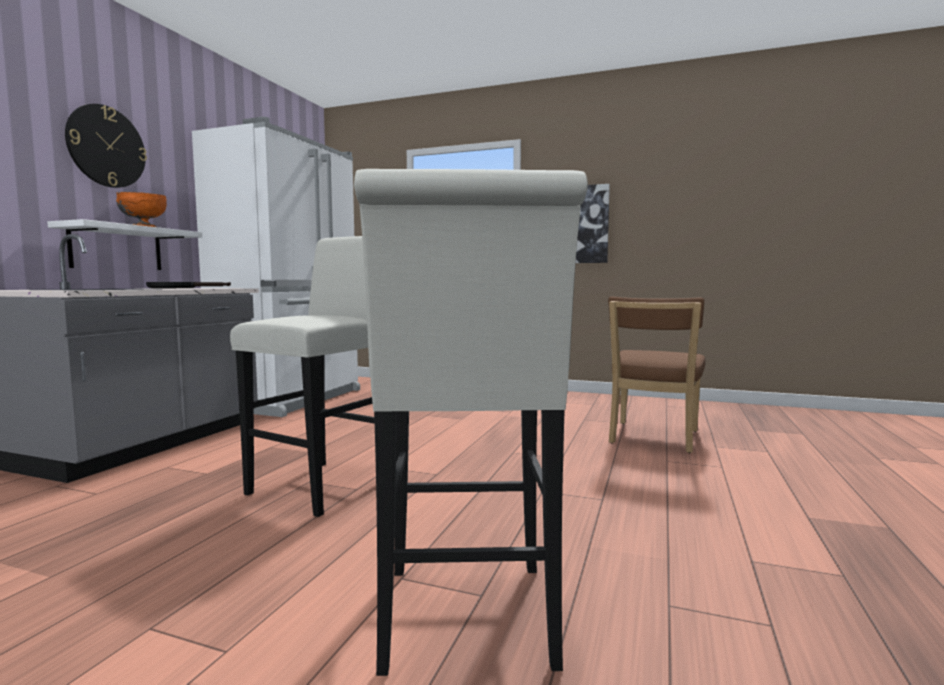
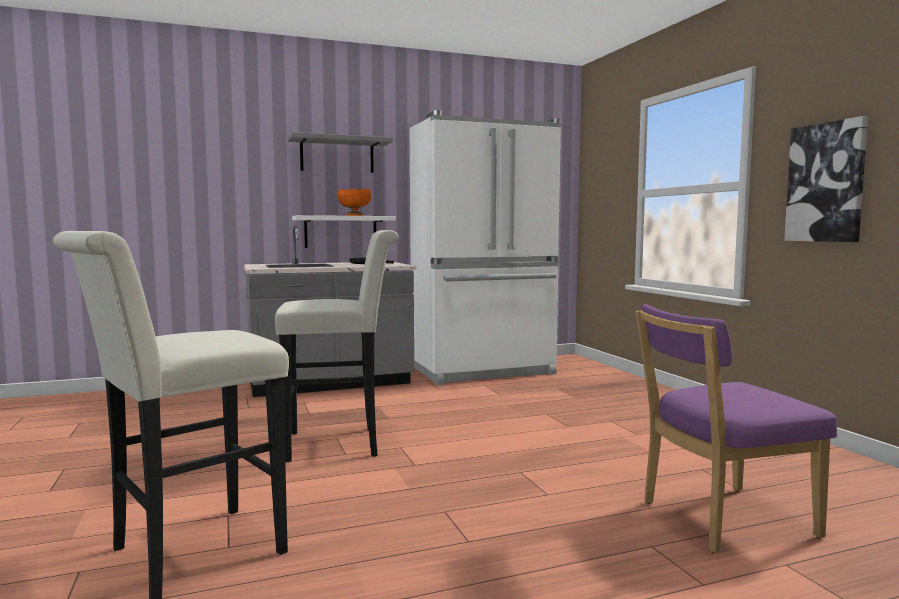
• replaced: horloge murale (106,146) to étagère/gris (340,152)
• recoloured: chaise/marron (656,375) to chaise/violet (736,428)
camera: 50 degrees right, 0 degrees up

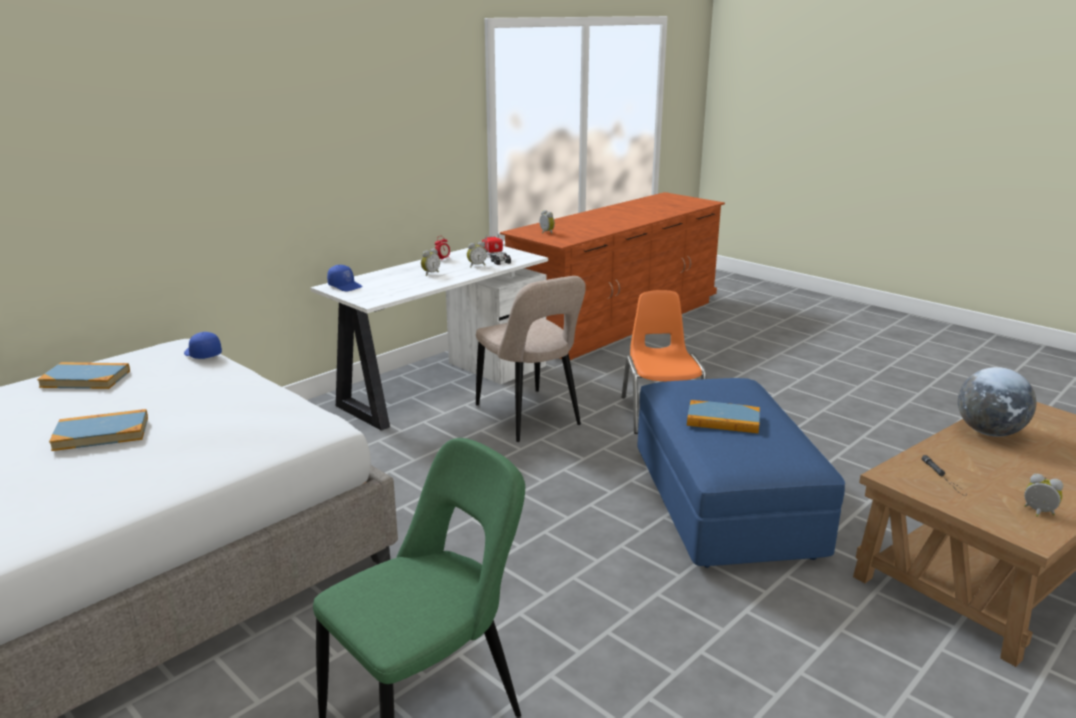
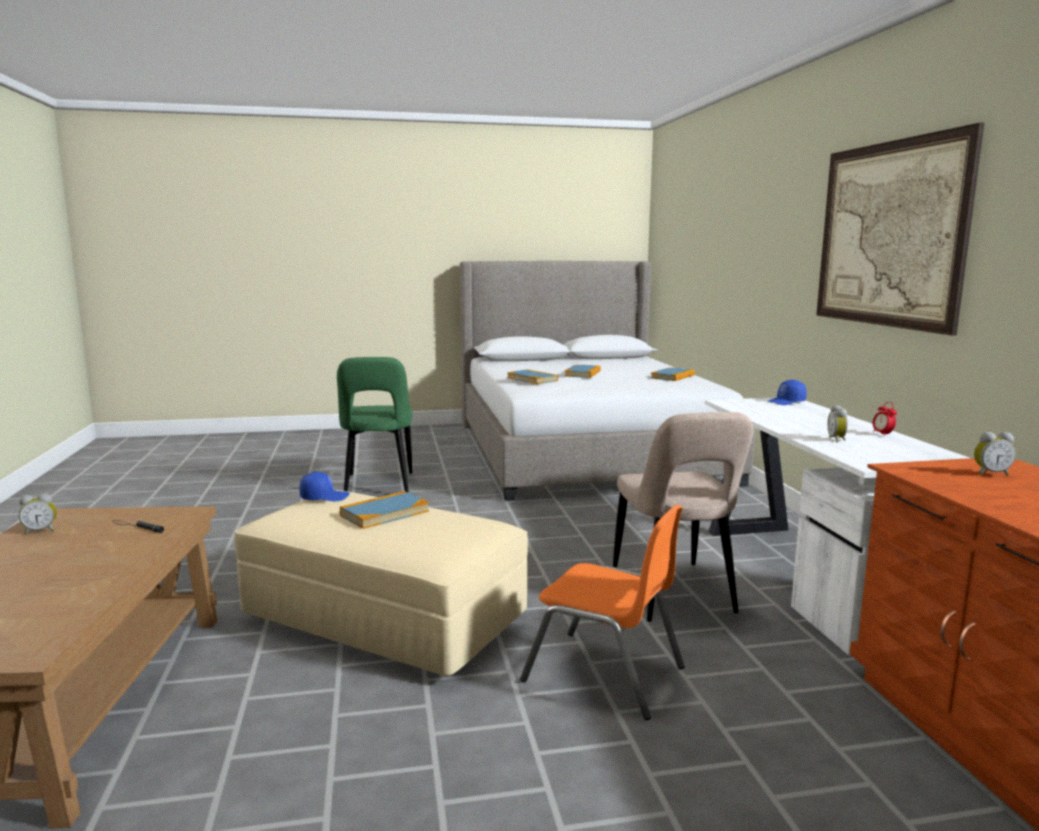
• removed: réveil (430,262)
• removed: camion jouet (496,249)
• removed: globe (997,402)
• added: livre (532,376)
• added: tableau (900,229)
• moved: casquette/bleu (203,345) to (324,486)
• recoloured: pouf/bleu (741,473) to pouf/beige (381,583)
• turned: chaise/beige (531,359) = (683,517) 105 degrees counterclockwise
camera: 125 degrees right, 10 degrees down

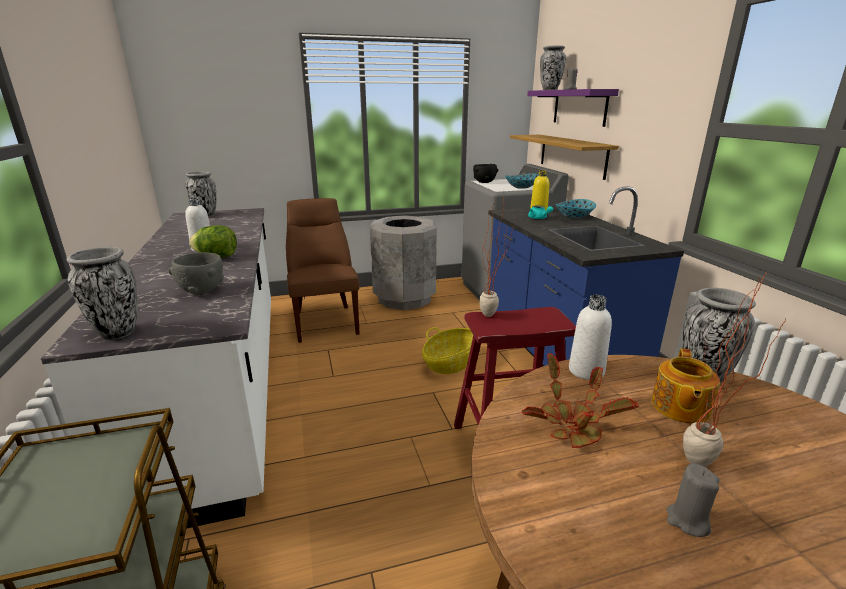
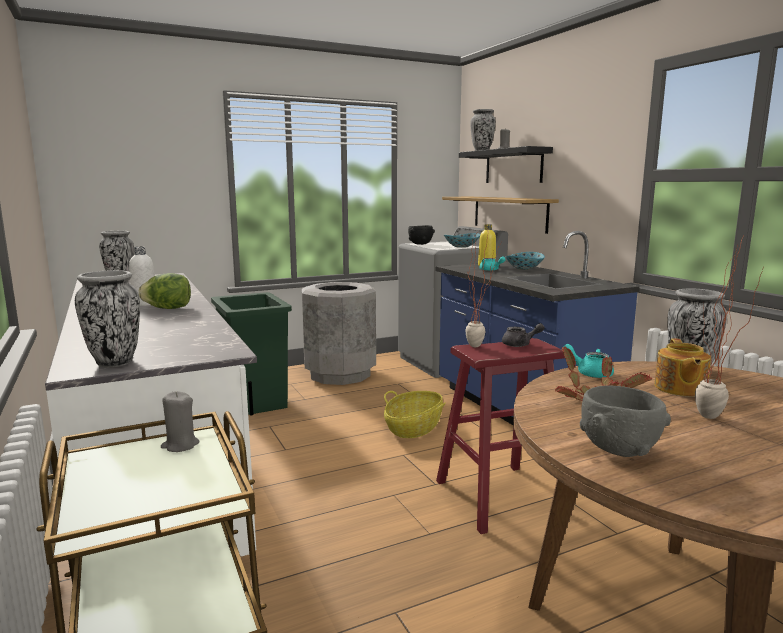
• added: théière/gris (523,335)
• moved: bol/gris (196,273) to (625,421)
• moved: bougie/gris (693,500) to (180,421)
• replaced: chaise/marron (323,270) to poubelle/vert (251,353)
• replaced: bouteille/blanc (590,337) to théière/turquoise (588,361)
• recoloured: étagère/violet (573,108) to étagère/noir (506,164)
camera: 10 degrees left, 10 degrees down

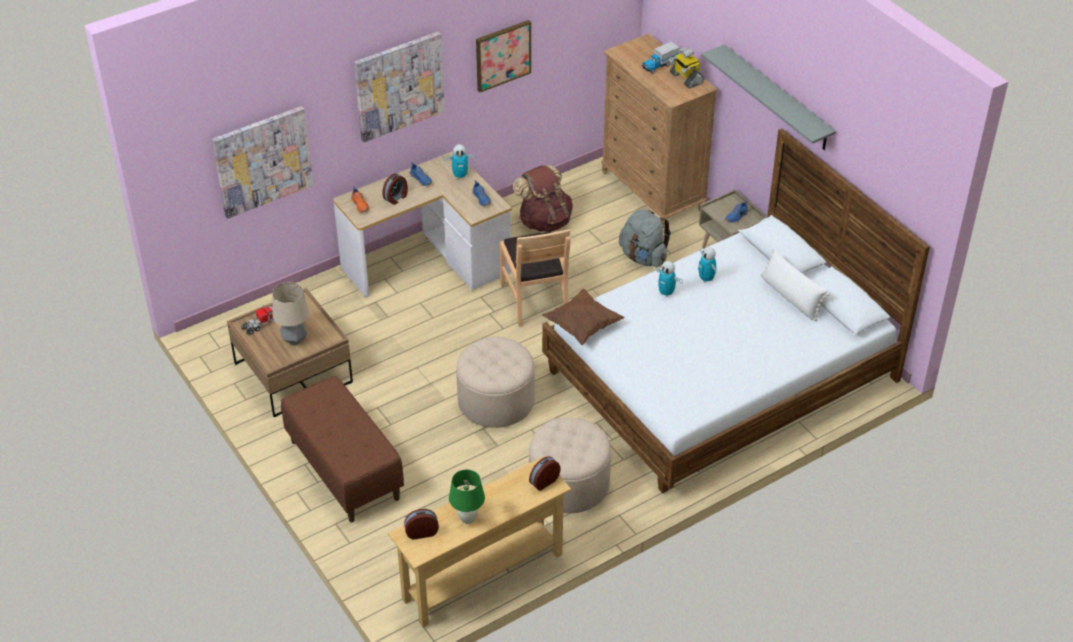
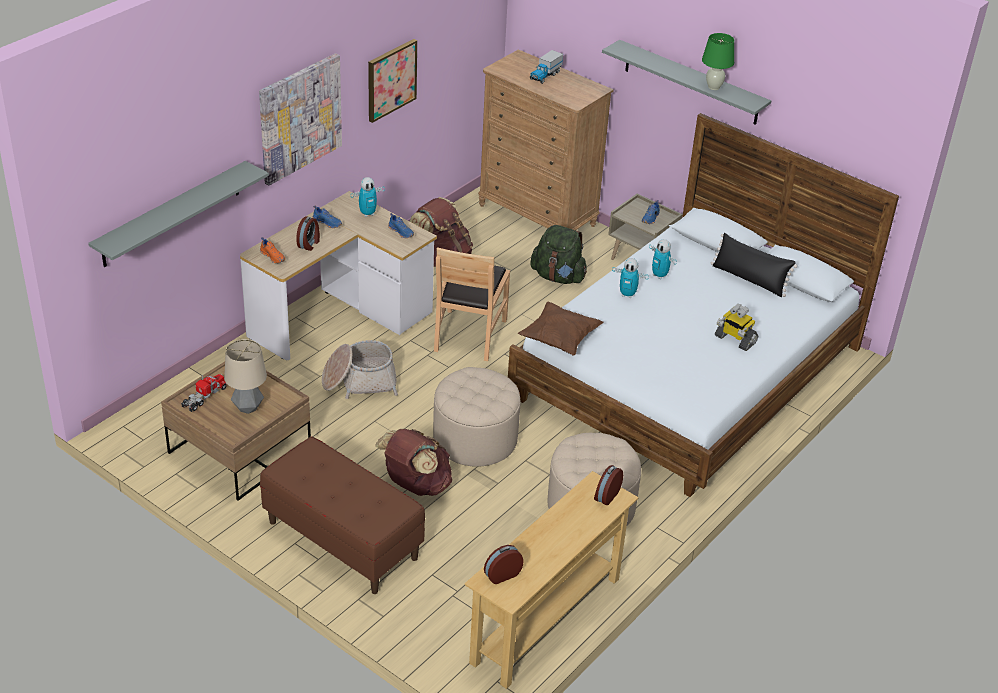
• added: panier (360,369)
• added: sac à dos/marron (413,462)
• moved: lampe de table/vert (467,496) to (718,61)
• moved: robot jouet (686,67) to (736,327)
• replaced: tableau (262,162) to étagère/gris (178,214)
• recoloured: sac à dos/gris (645,238) to sac à dos/vert (558,254)
• recoloured: coussin/blanc (795,285) to coussin/noir (754,265)
• turned: chaise/marron (535,278) = (472,304) 45 degrees clockwise
camera: 20 degrees left, 5 degrees down

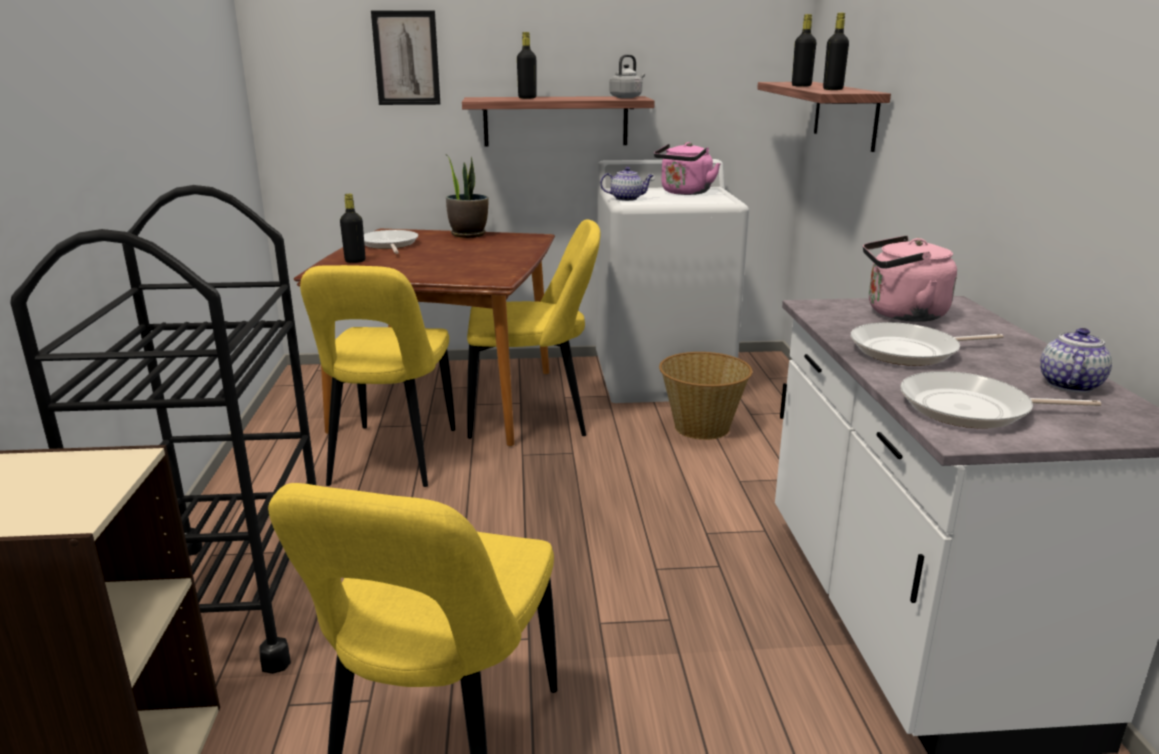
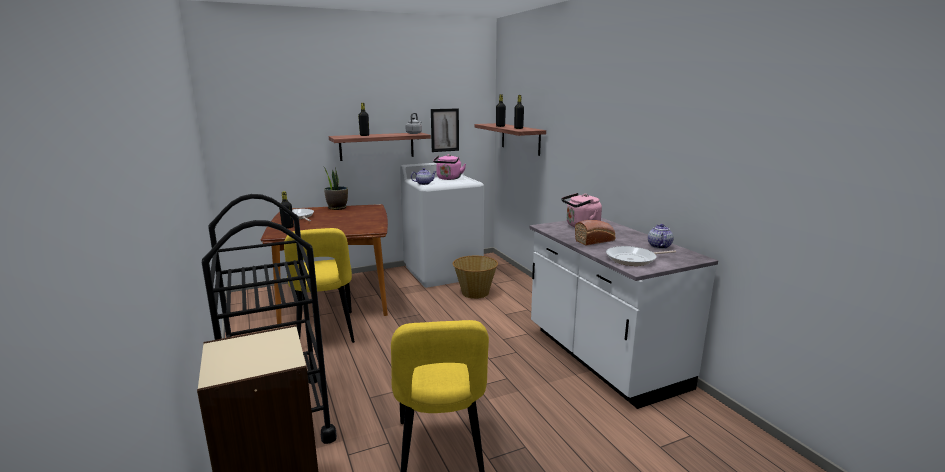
• removed: chaise/jaune (534,329)
• moved: tableau (405,57) to (445,130)
• replaced: poêle (927,344) to pain (595,233)
camera: 20 degrees left, 5 degrees down

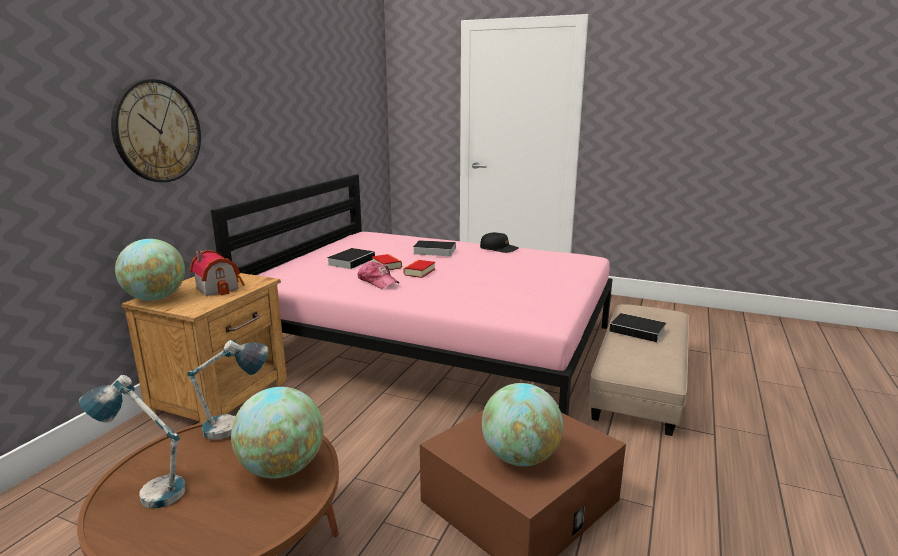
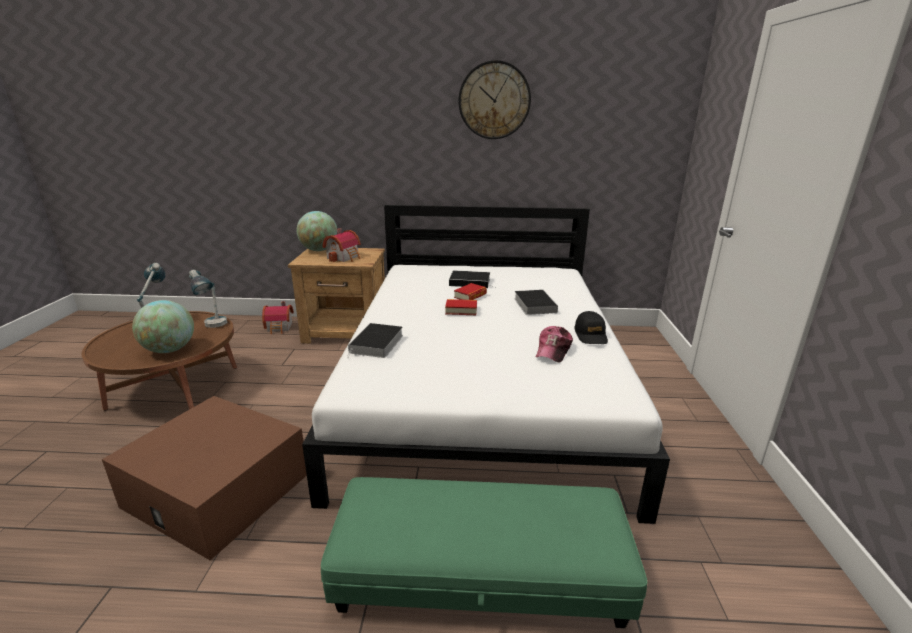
• removed: globe (522,424)
• added: maison miniature (278,317)
• moved: horloge murale (156,130) to (495,99)
• moved: casquette (378,275) to (554,344)
• moved: livre (638,328) to (375,340)
• recoloured: lit/rose (411,294) to lit/blanc (486,364)
• recoloured: pouf/beige (639,370) to pouf/vert (484,552)
camera: 70 degrees right, 5 degrees up

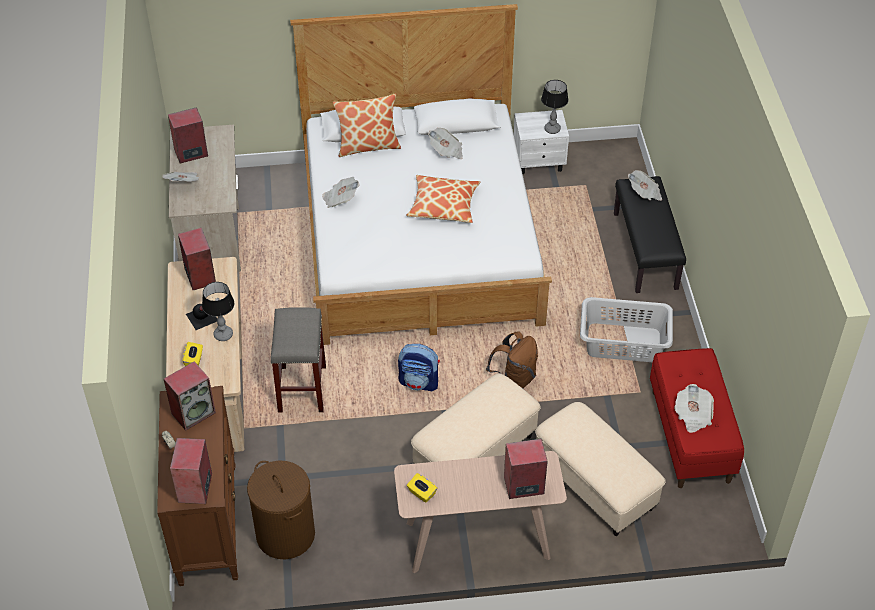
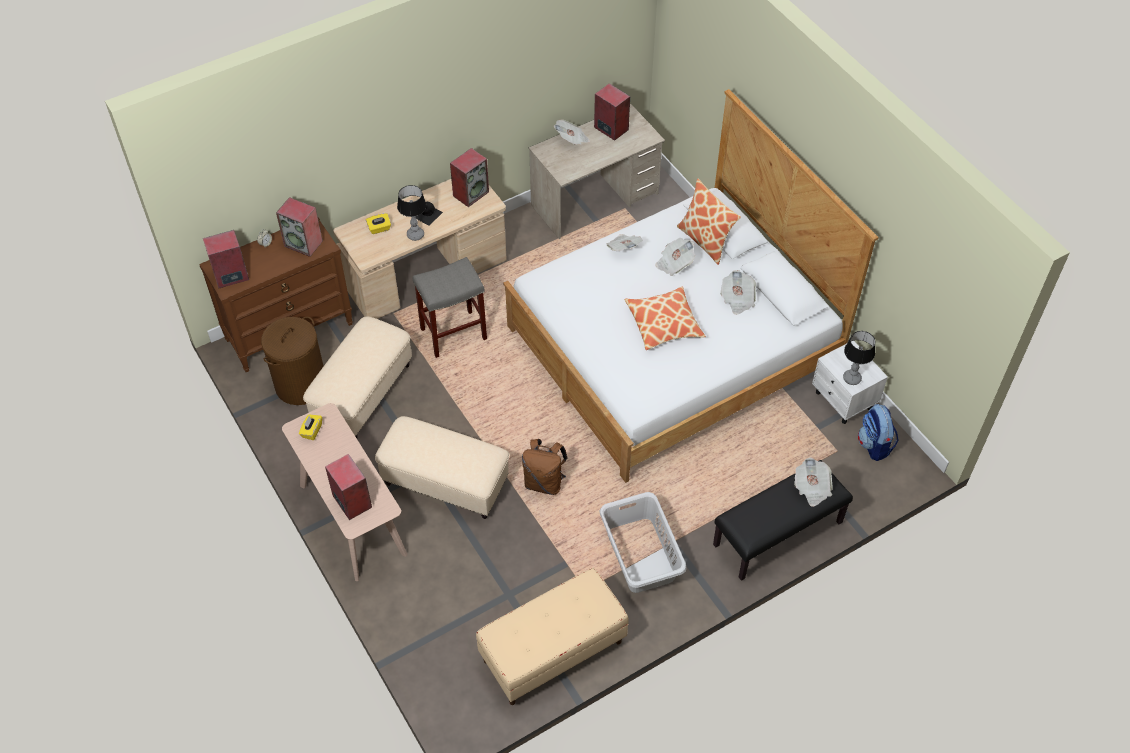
• moved: sac à dos (419,367) to (878,432)
• moved: pouf/beige (600,469) to (357,377)
• moved: journal (694,408) to (675,257)
• recoloured: banc/rouge (697,418) to banc/beige (552,636)
camera: 65 degrees right, 5 degrees up

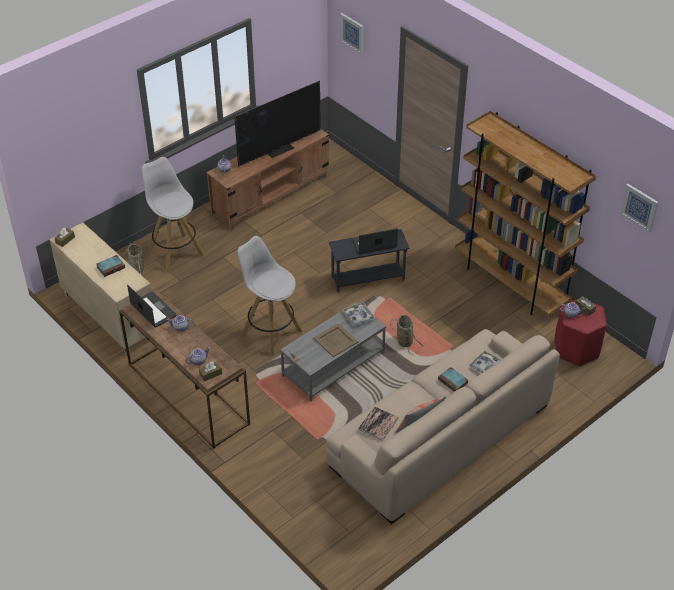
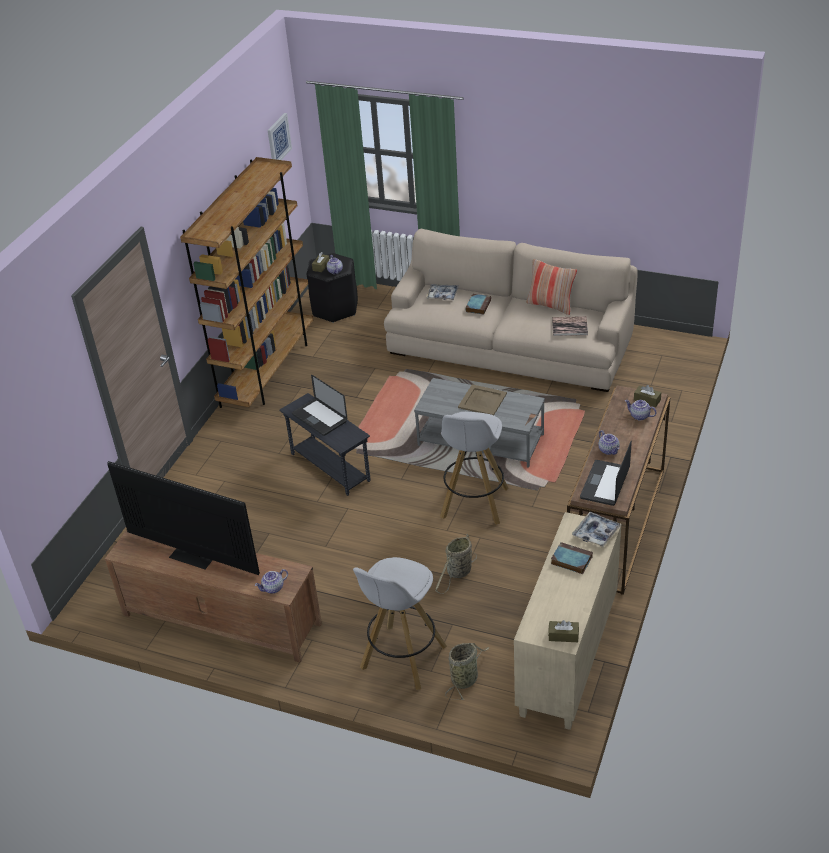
• removed: tableau (352,34)
• moved: plateau (359,314) to (596,530)
• moved: panier (406,334) to (456,564)
• recoloured: tabouret/rouge (581,333) to tabouret/noir (332,288)
camera: 115 degrees left, 5 degrees down

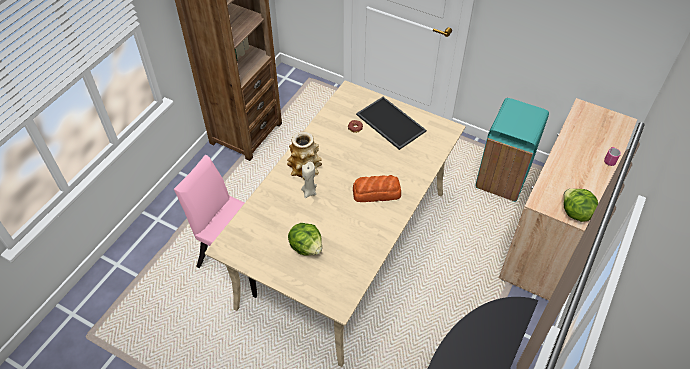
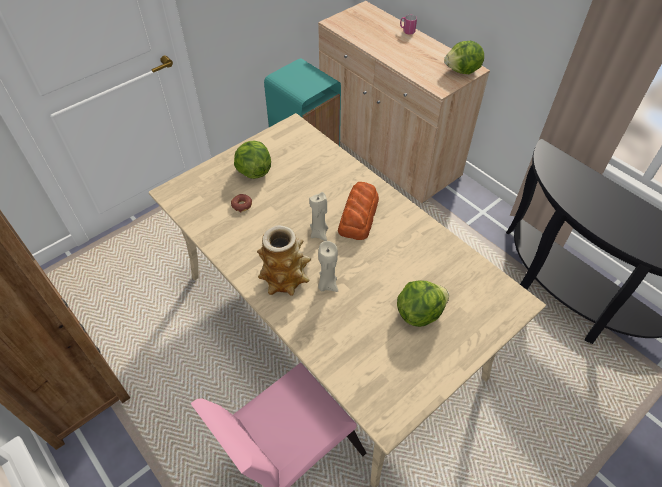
• added: bougie/beige (318,216)
• replaced: plateau (391,123) to laitue (252,160)
camera: 70 degrees left, 0 degrees up

